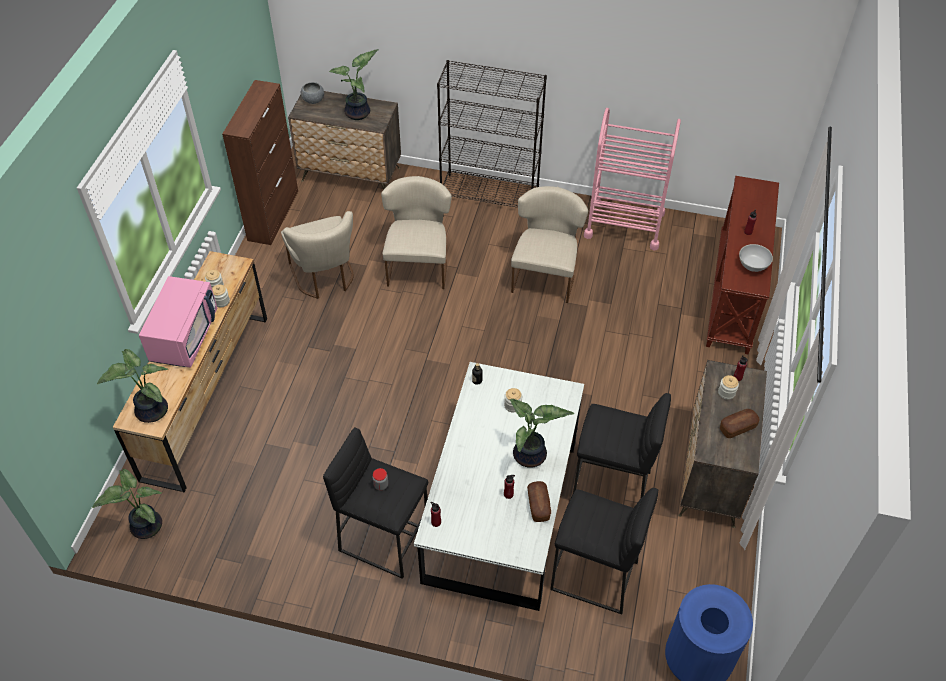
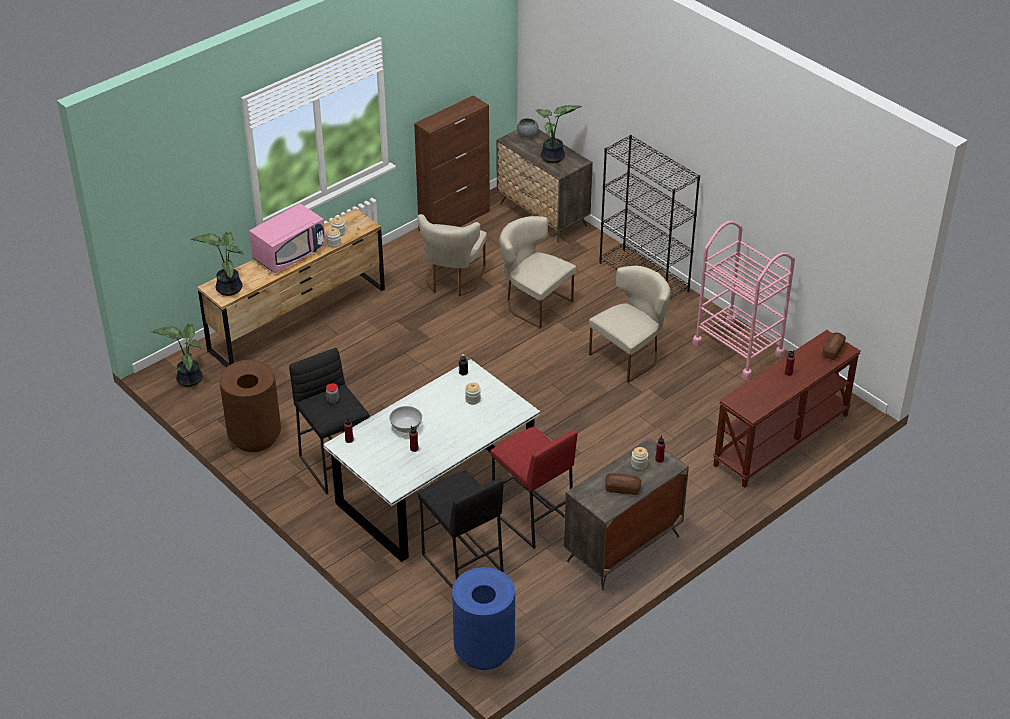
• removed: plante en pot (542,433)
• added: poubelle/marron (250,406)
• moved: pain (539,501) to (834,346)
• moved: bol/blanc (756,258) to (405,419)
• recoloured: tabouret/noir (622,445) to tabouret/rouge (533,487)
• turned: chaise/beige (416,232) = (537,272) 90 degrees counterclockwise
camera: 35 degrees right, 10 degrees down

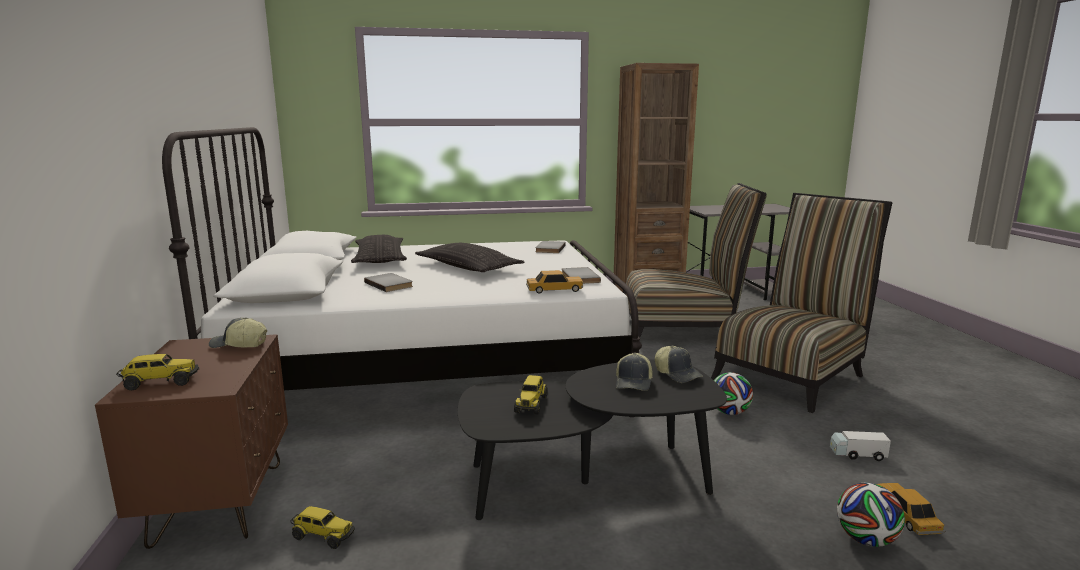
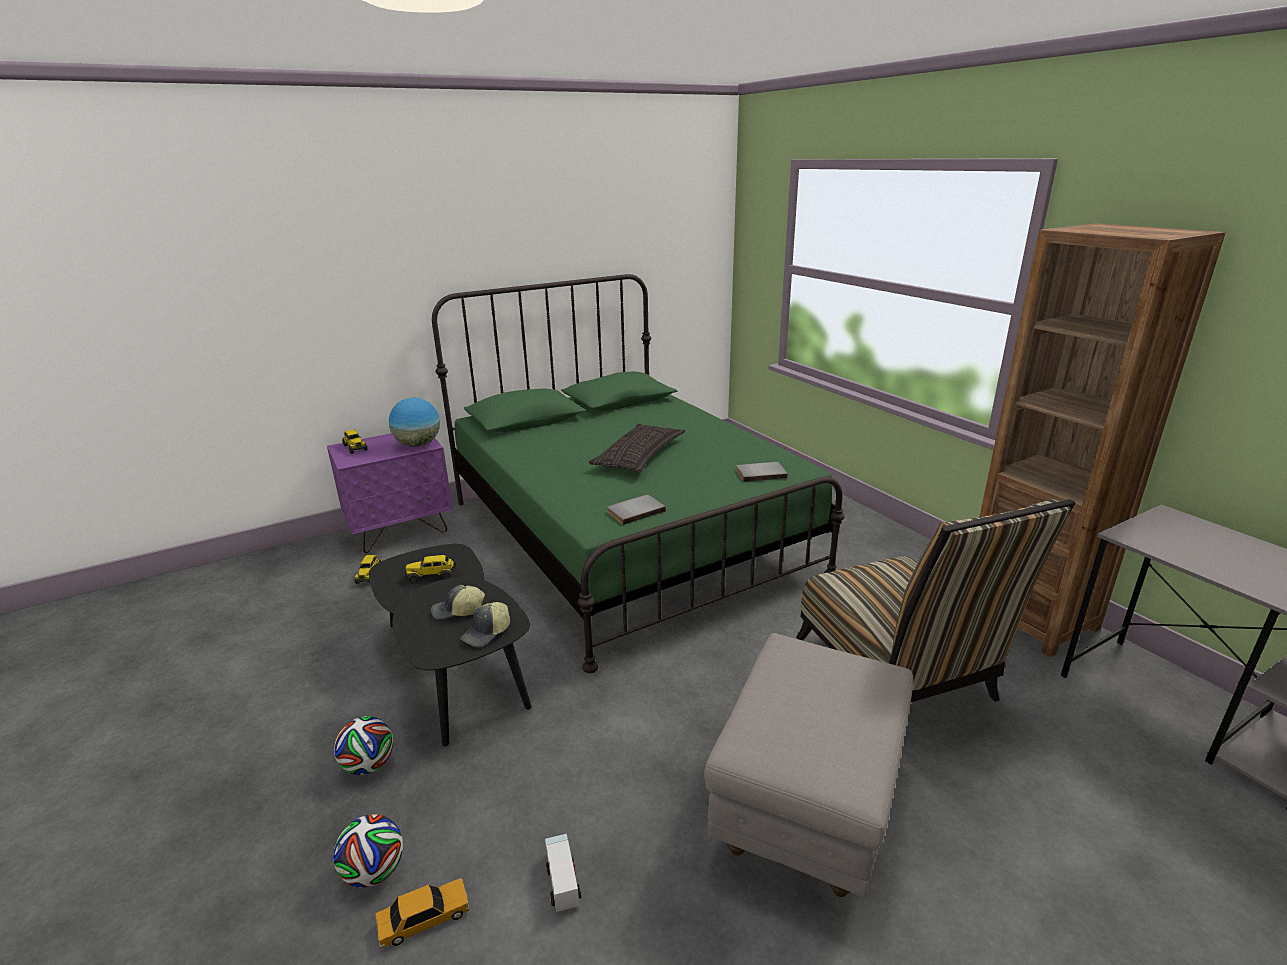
• removed: coussin (379,249)
• removed: livre/gris (388,282)
• removed: petite voiture (554,281)
• moved: ballon de foot (733,393) to (363,745)
• replaced: casquette (238,332) to globe (414,422)
• replaced: chaise (801,303) to pouf/gris (808,765)
• recoloured: table de chevet/marron (191,441) to table de chevet/violet (390,493)
• recoloured: lit/blanc (402,258) to lit/vert (638,473)
camera: 70 degrees right, 10 degrees up

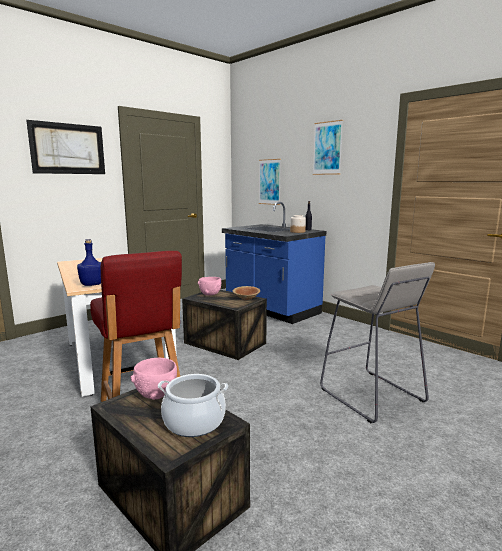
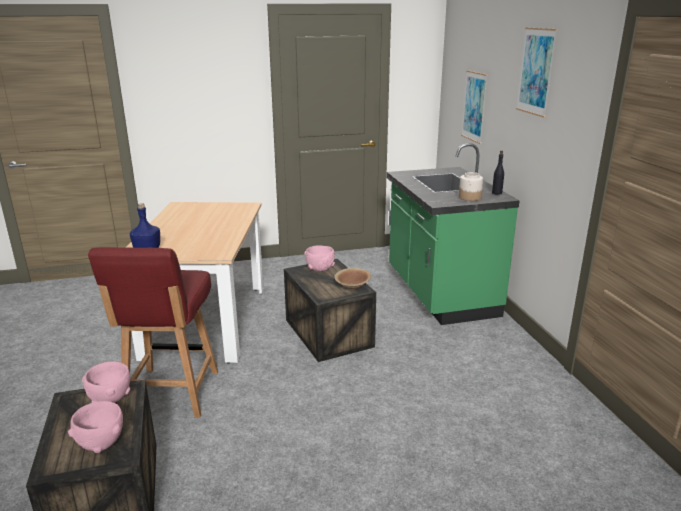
• removed: tableau (65,147)
• removed: tabouret/gris (377,342)
• replaced: marmite (193,405) to bol/rose (95,427)
• recoloured: comptoir de cuisine/bleu (274,263) to comptoir de cuisine/vert (453,234)
camera: 30 degrees right, 10 degrees up

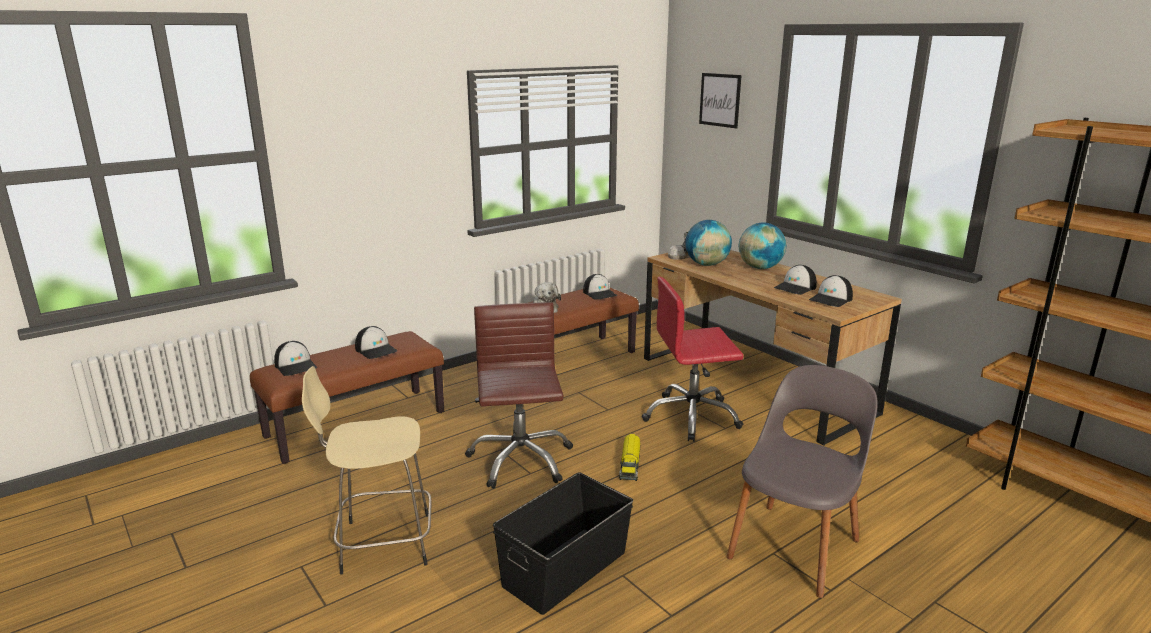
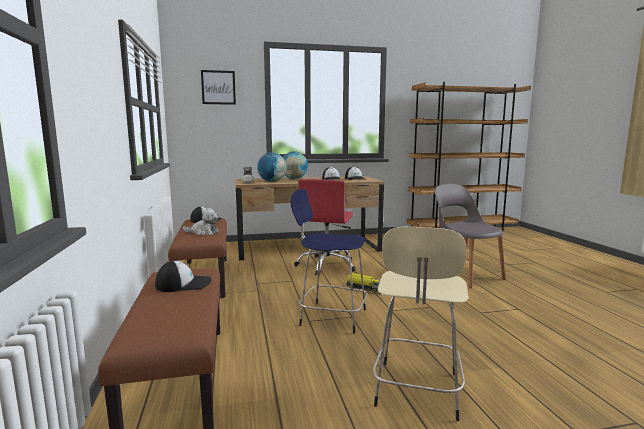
• removed: casquette (295,358)
• removed: boîte de rangement/noir (563,543)
• replaced: chaise de bureau/marron (519,395) to tabouret/bleu (329,261)
camera: 65 degrees left, 10 degrees down

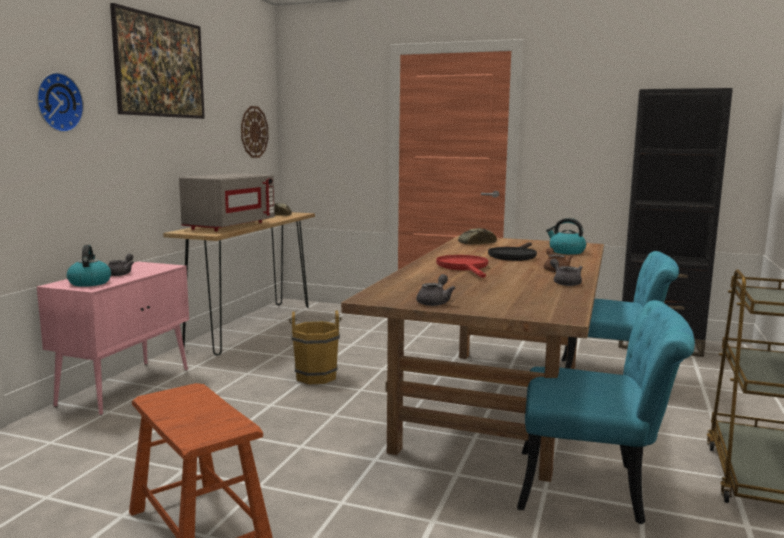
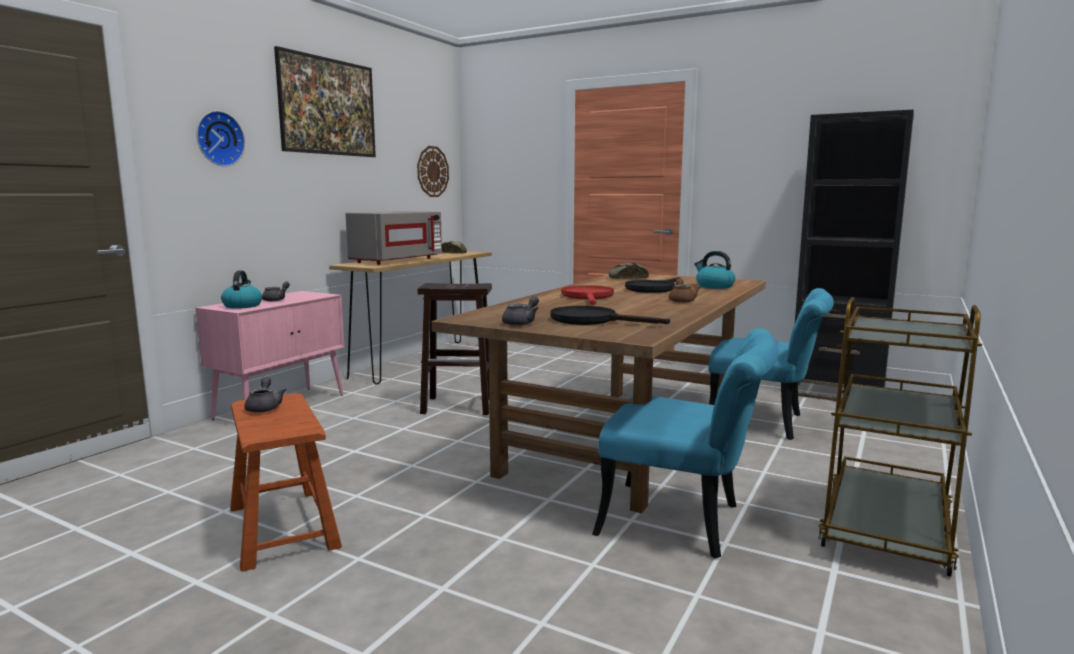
• added: poêle/noir (610,315)
• moved: théière/gris (566,272) to (265,395)
• replaced: seau/marron (315,347) to tabouret/marron (455,349)
camera: 10 degrees right, 0 degrees up

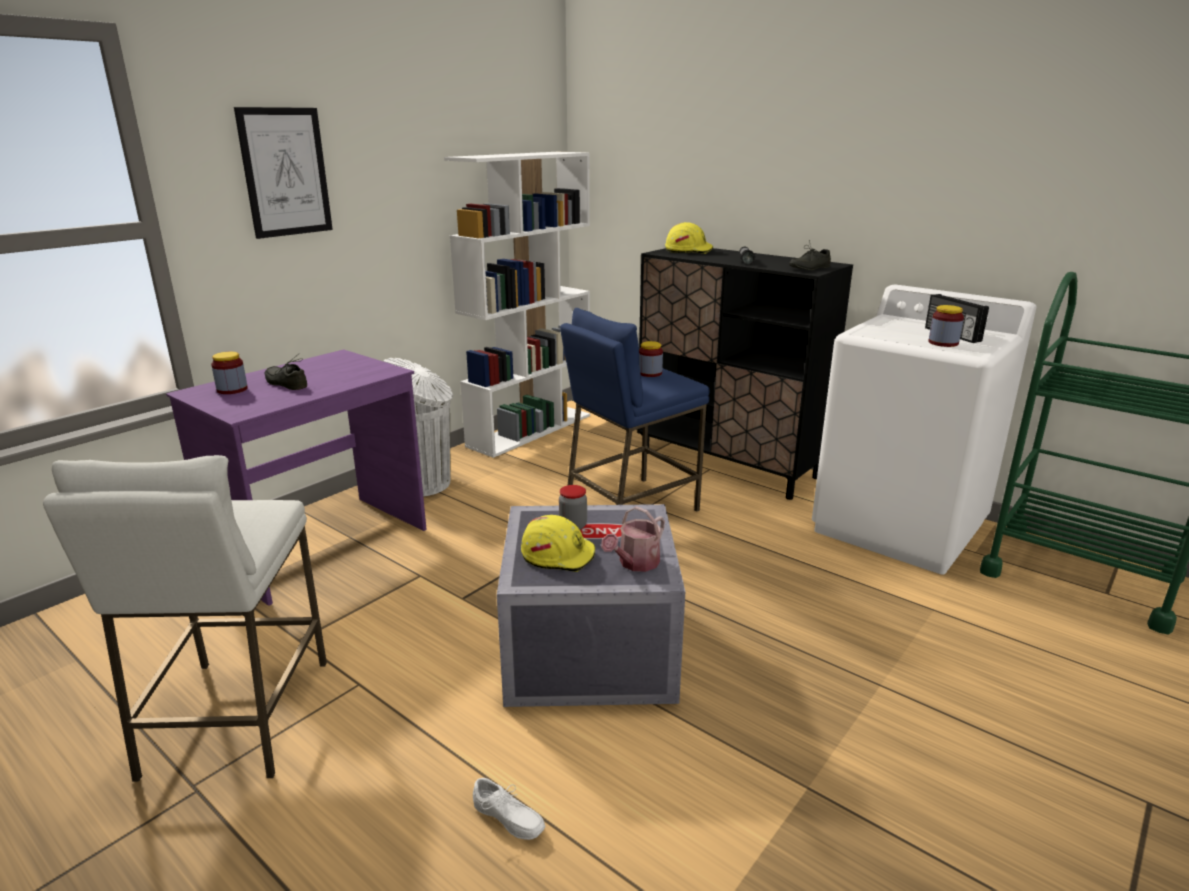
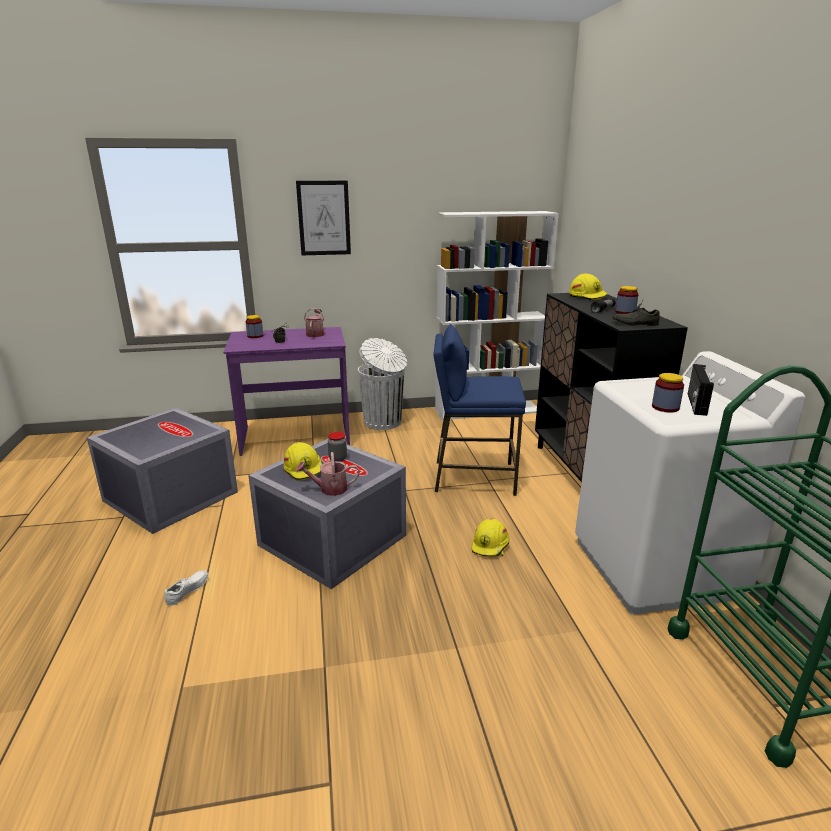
• added: arrosoir (314,322)
• added: casque de chantier/jaune (490,537)
• moved: bocal (651,359) to (627,300)
• replaced: tabouret/blanc (185,618) to boîte de rangement/gris (162,471)
• turned: chaussure/blanc (509,809) = (186,588) 135 degrees counterclockwise
camera: 40 degrees right, 0 degrees up

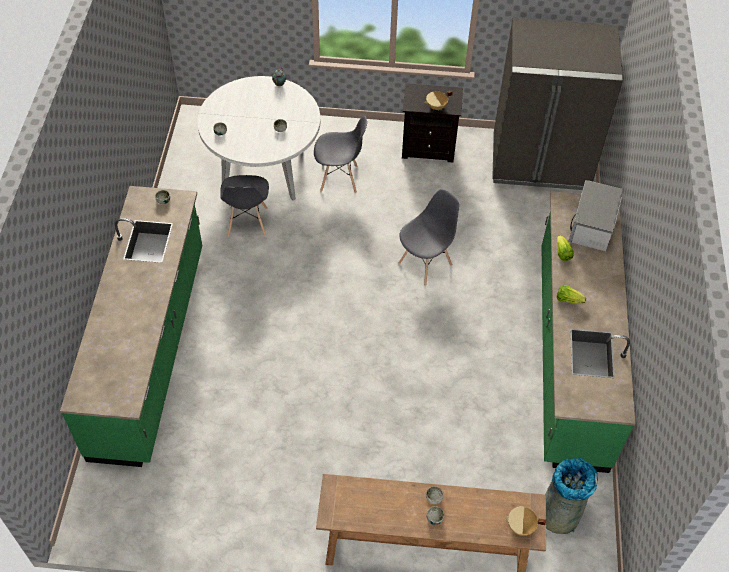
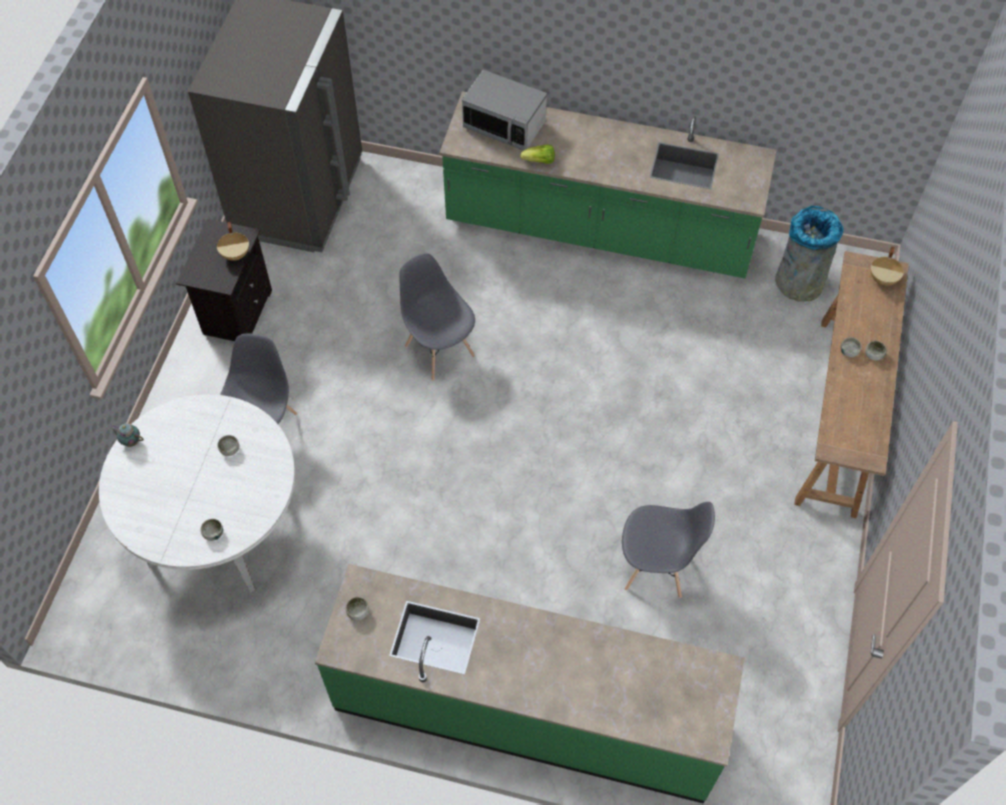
• removed: laitue (571,294)
• moved: chaise/gris (244,205) to (668,550)
camera: 80 degrees left, 5 degrees up

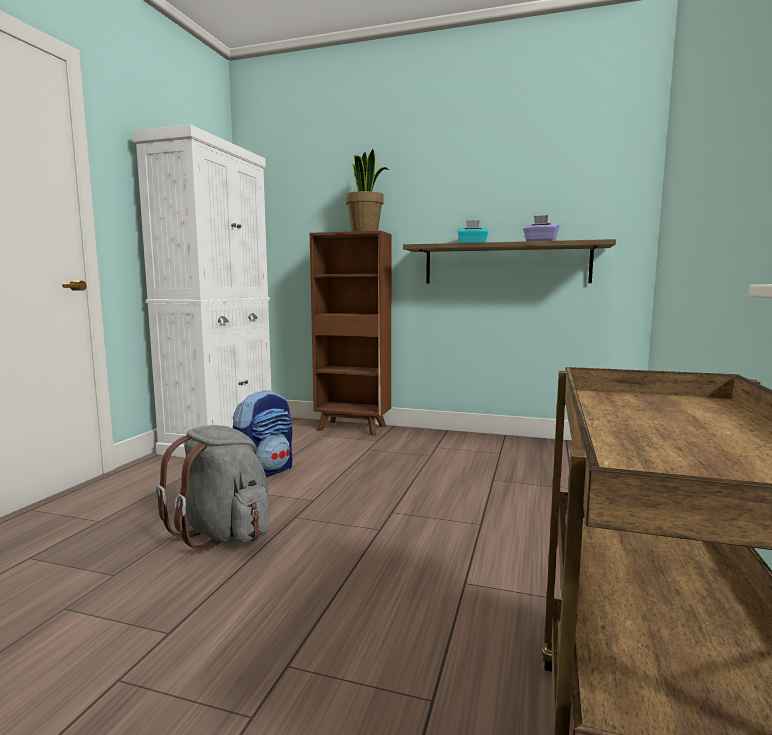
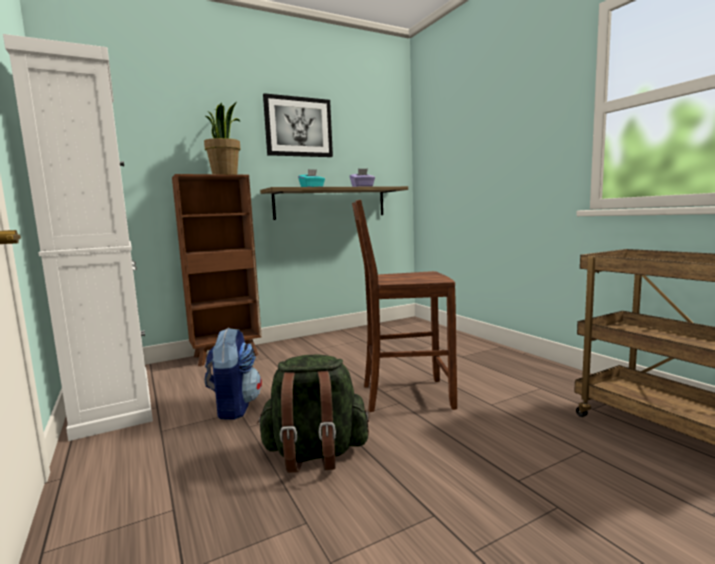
• added: tableau (298,125)
• added: chaise/marron (404,306)
• recoloured: sac à dos/gris (213,488) to sac à dos/vert (313,413)
camera: 45 degrees left, 0 degrees up

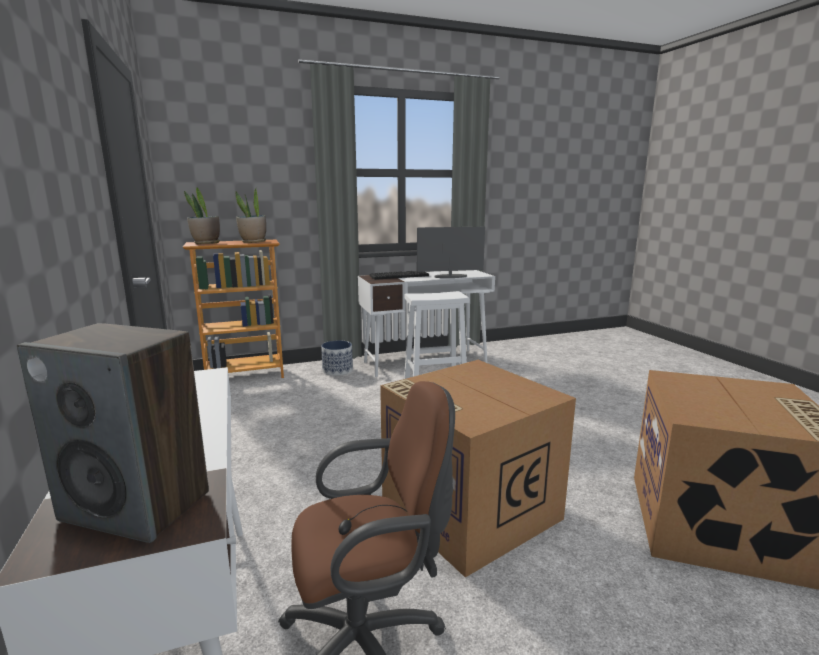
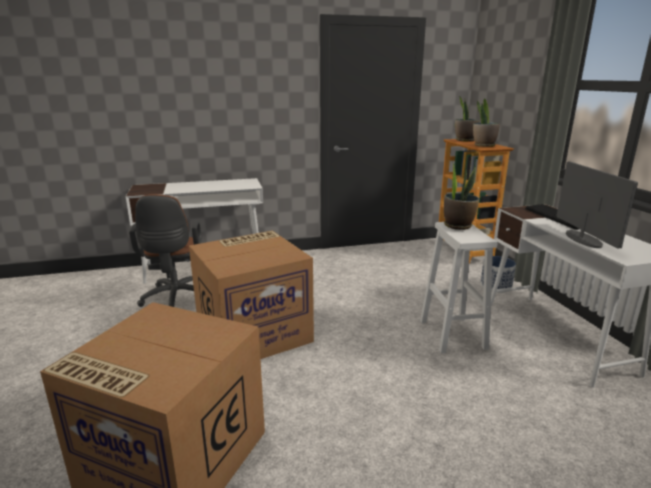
• removed: enceinte (113,433)
• added: plante en pot (461,196)
camera: 95 degrees right, 5 degrees up

